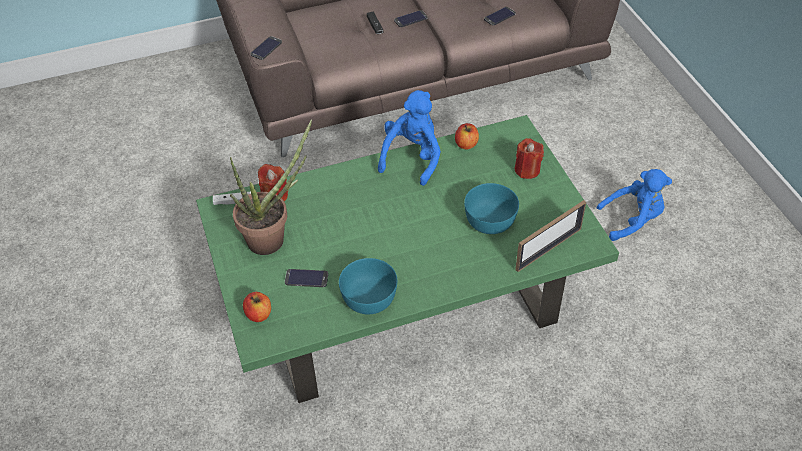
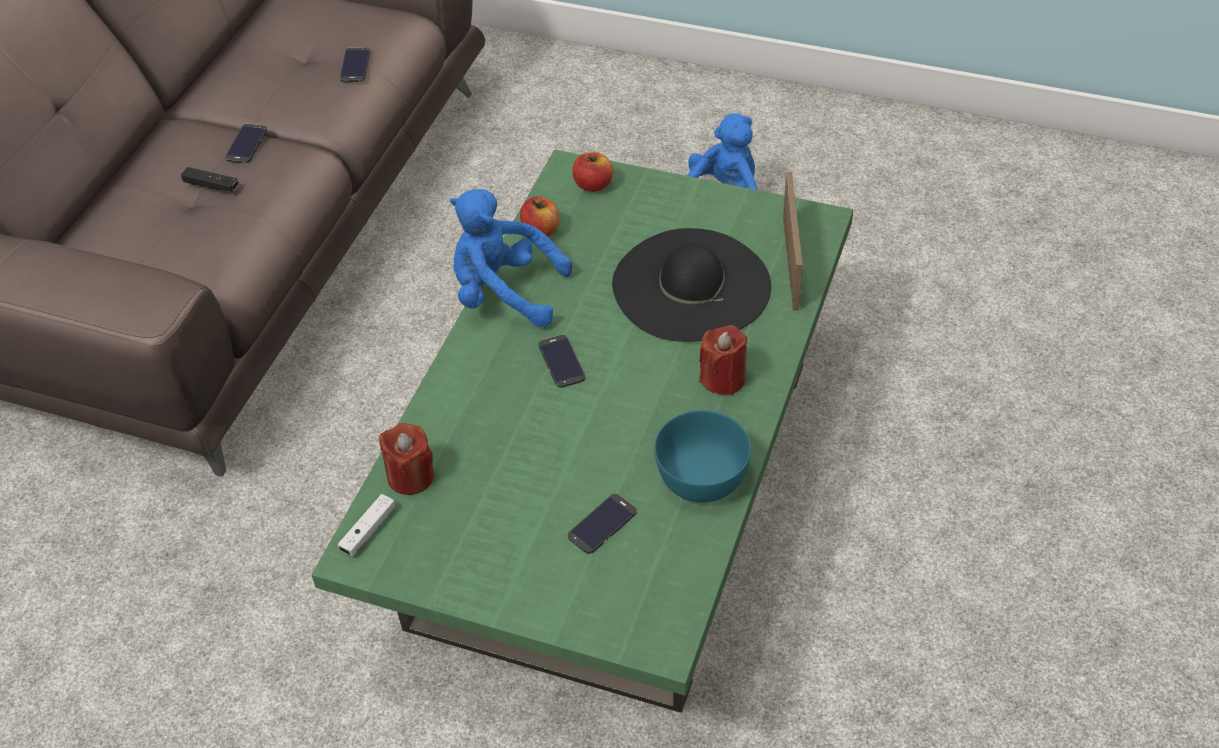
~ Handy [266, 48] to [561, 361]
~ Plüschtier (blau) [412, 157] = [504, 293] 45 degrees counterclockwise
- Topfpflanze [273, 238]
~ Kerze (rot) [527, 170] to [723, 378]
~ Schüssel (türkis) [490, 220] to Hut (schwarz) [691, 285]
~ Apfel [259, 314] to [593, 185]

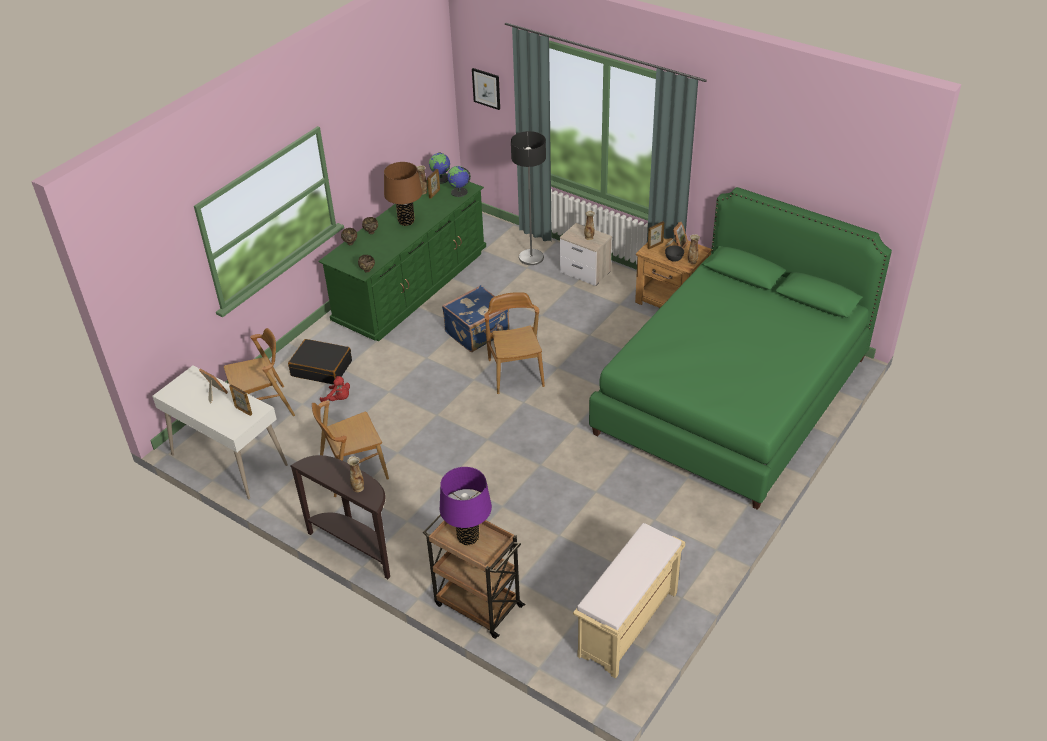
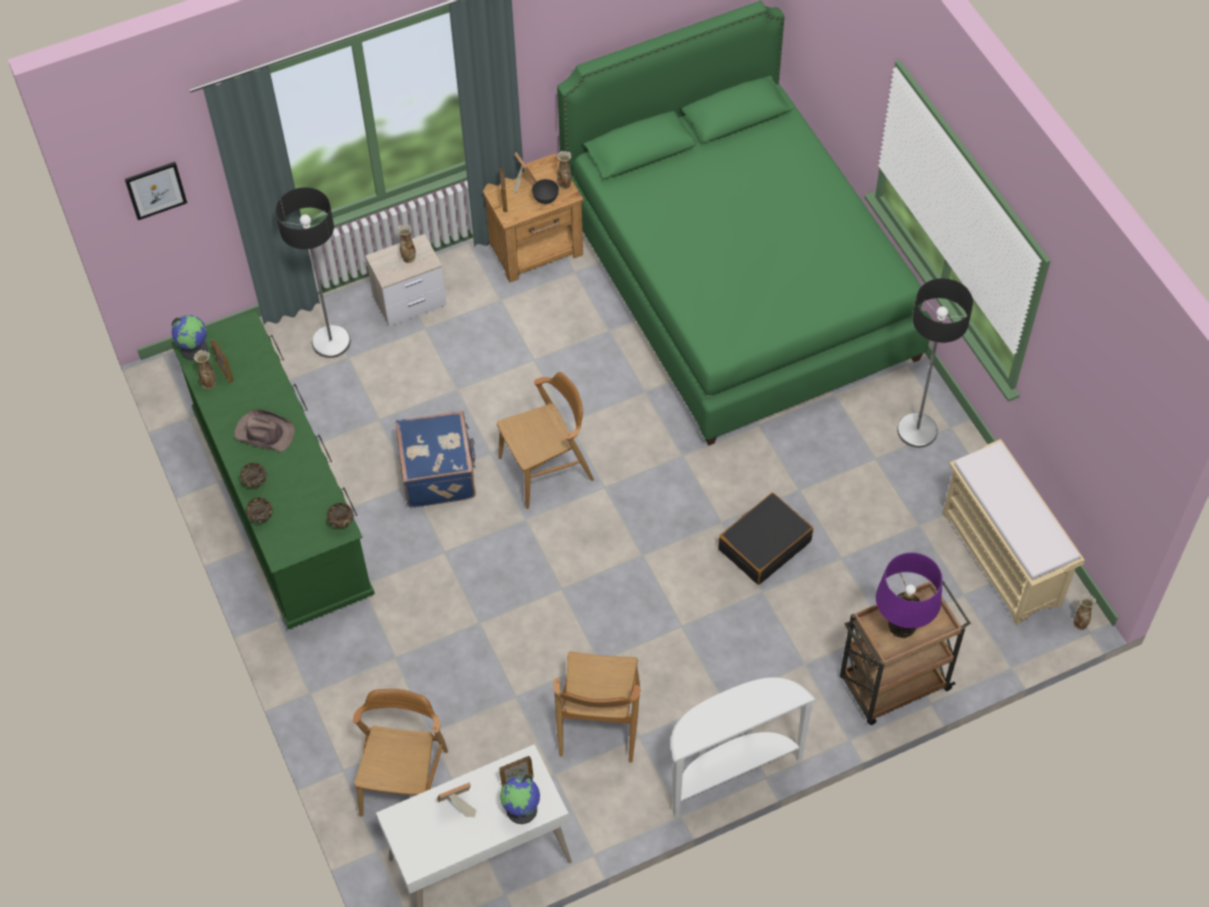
~ Tischlampe (braun) [406, 221] to Hut (braun) [264, 432]
~ Globus [459, 192] to [522, 809]
~ Stuhl (braun) [516, 373] = [546, 469] 135 degrees clockwise
~ Koffer (schwarz) [322, 368] to [764, 545]
- Plüschtier (rot) [338, 399]
~ Konsolentisch (braun) [356, 546] to Konsolentisch (weiß) [730, 771]
~ Vase [358, 487] to [1079, 623]
+ Stehlampe [917, 431]

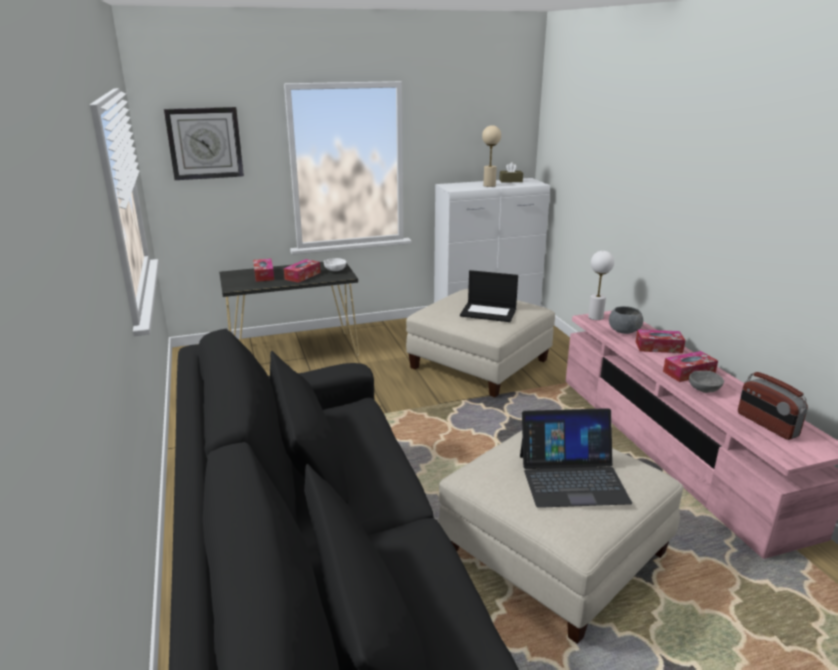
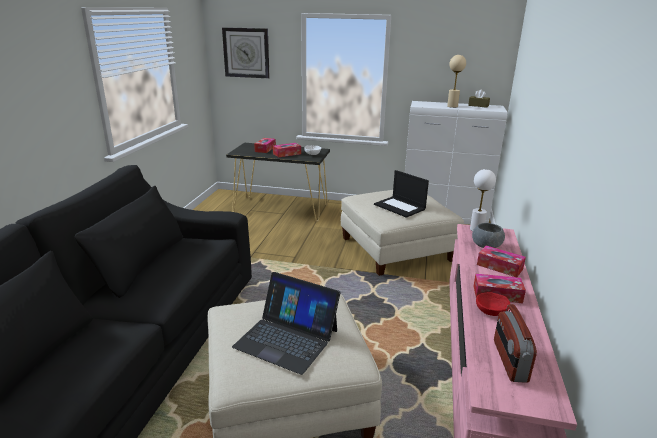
~ Schüssel (grau) [704, 389] to Schüssel (rot) [491, 312]

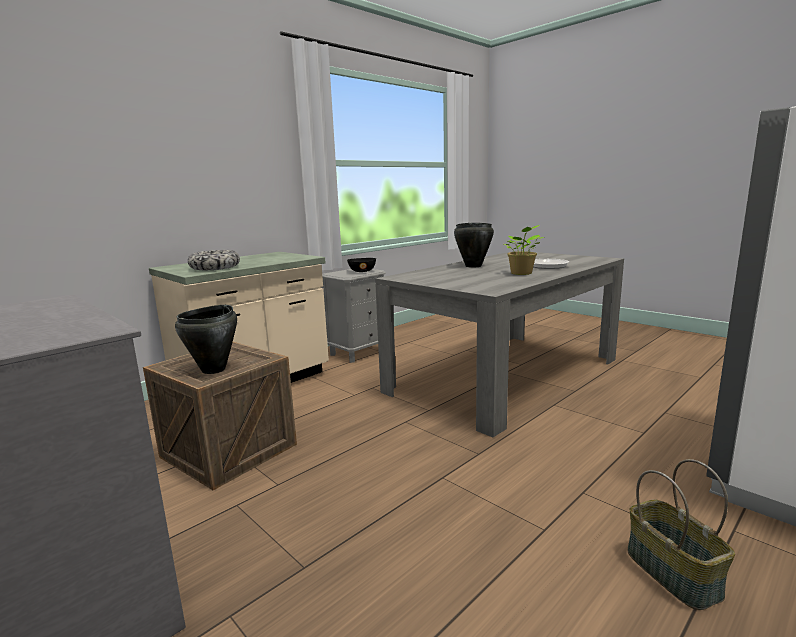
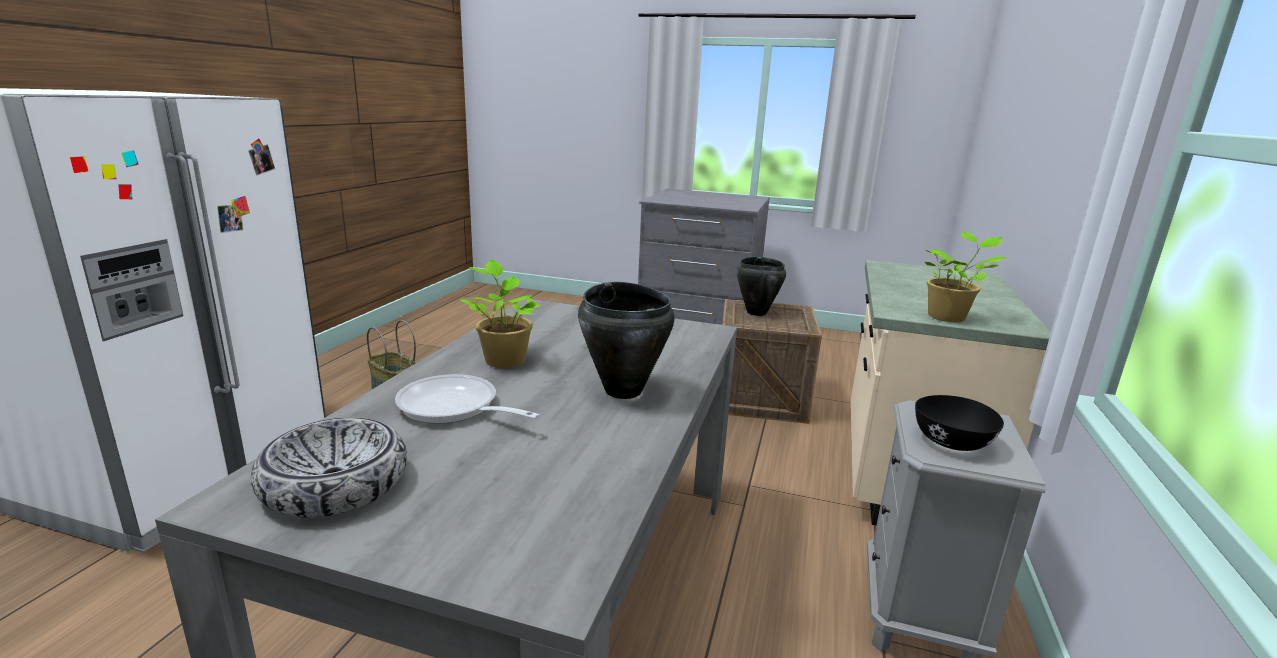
~ Schüssel [215, 267] to [335, 484]
+ Topfpflanze [948, 317]

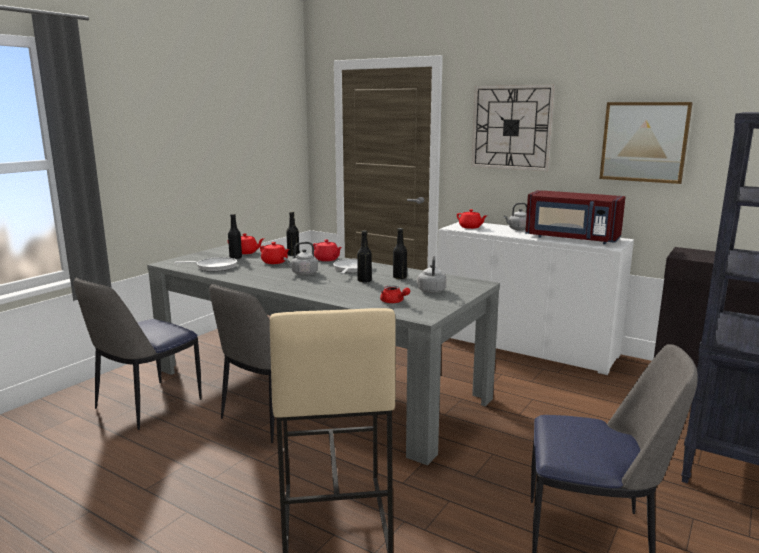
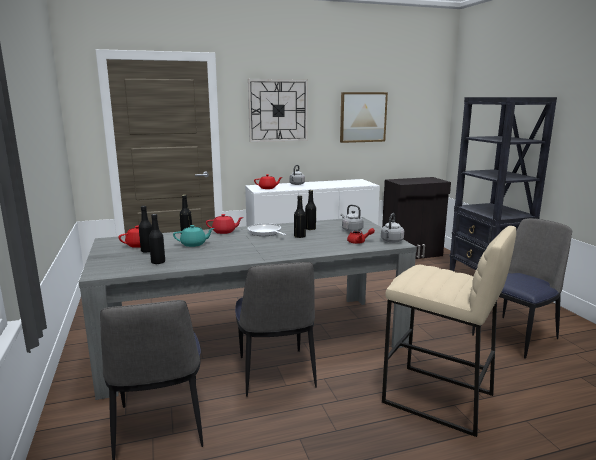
- Mikrowelle (rot) [571, 238]
~ Teekanne (rot) [274, 262] to Teekanne (türkis) [194, 244]
~ Wasserkessel (grau) [303, 273] to [391, 241]
~ Pfanne [214, 267] to Flasche (schwarz) [158, 262]

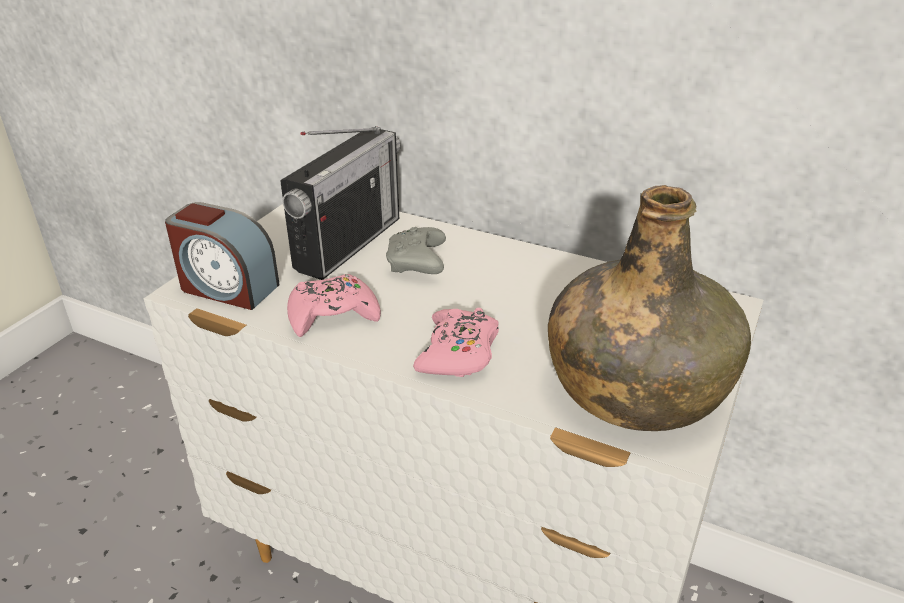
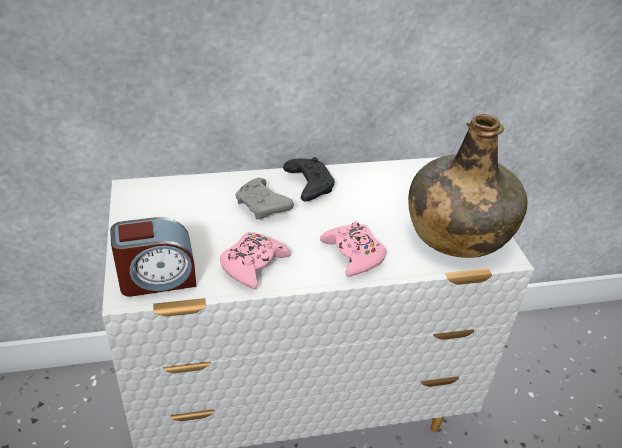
- Radio [348, 243]
+ Gamepad (schwarz) [308, 185]

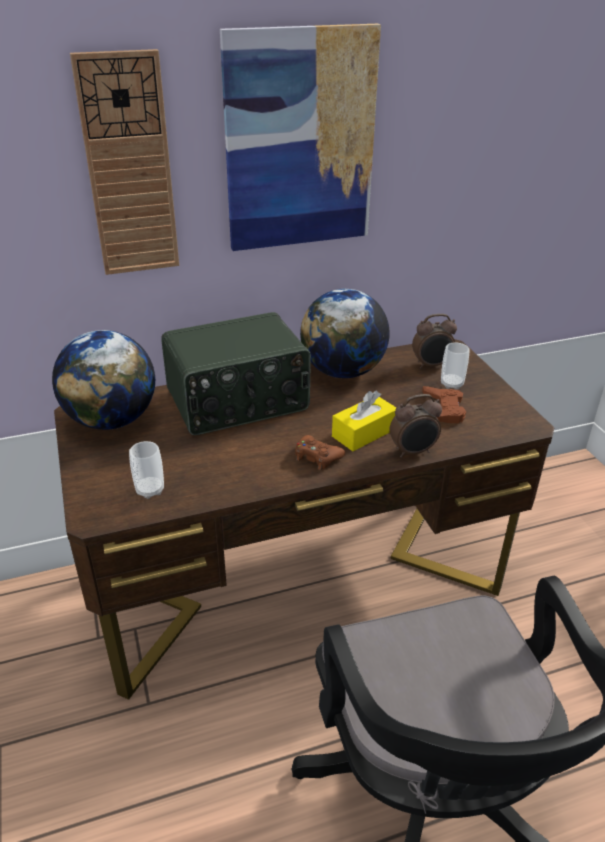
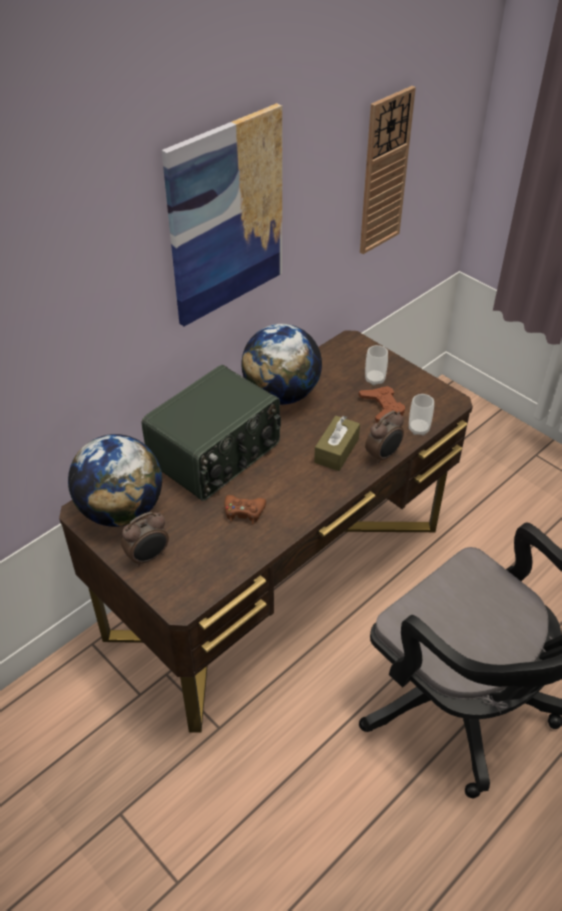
~ Wanduhr [129, 168] to [384, 173]
~ Wecker [431, 365] to [148, 557]
~ Taschentuchbox (gelb) [364, 433] to Taschentuchbox (braun) [336, 450]
~ Gamepad (braun) [317, 457] to [244, 512]
~ Tasse [150, 490] to [418, 429]

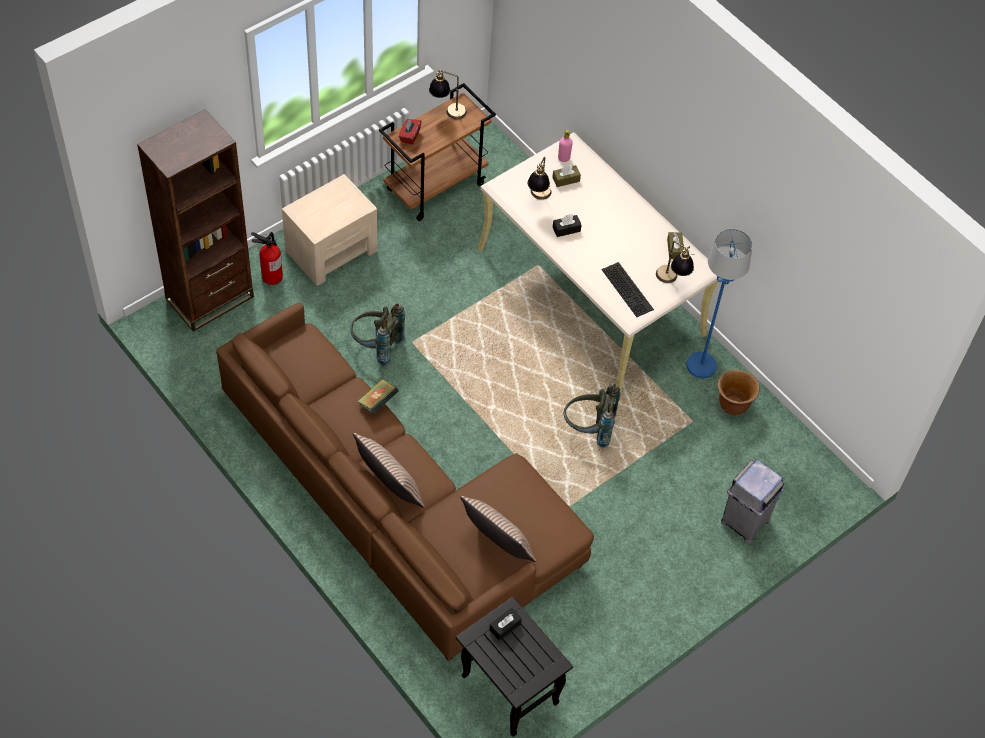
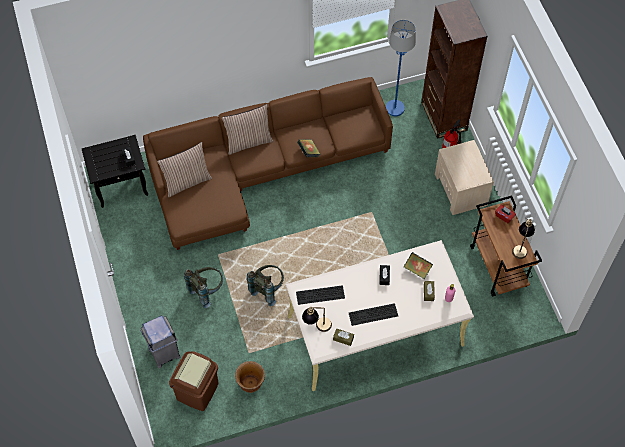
~ Tischlampe [538, 198] to Buch [417, 269]
~ Stehlampe (blau) [701, 365] to [395, 108]
~ Rucksack (grau) [376, 346] to [207, 290]
+ Tastatur [373, 315]
+ Mülleimer (braun) [198, 391]

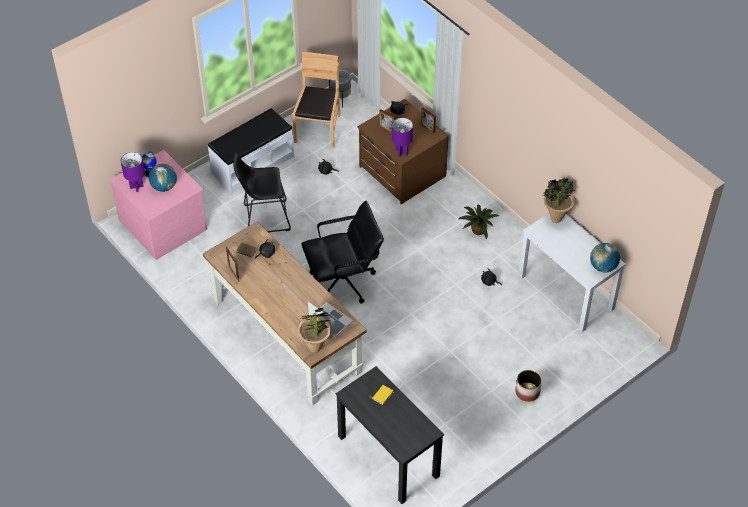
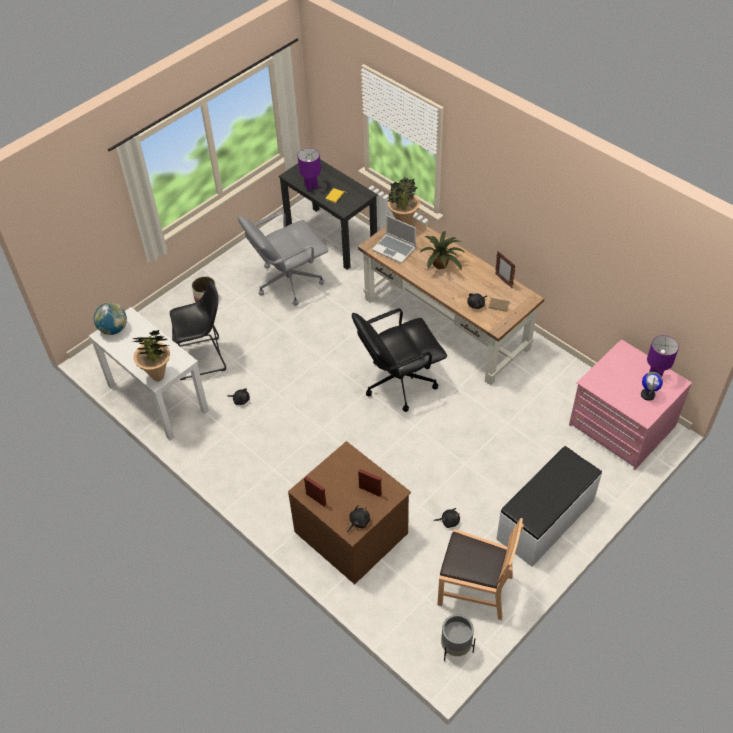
~ Stuhl (braun) [318, 129] = [475, 589] 75 degrees counterclockwise
~ Tischlampe (lila) [401, 152] to [311, 187]
~ Hocker (schwarz) [263, 217] to [203, 358]
- Globus [164, 187]
~ Topfpflanze [477, 230] to [441, 264]
+ Bürostuhl (grau) [288, 281]

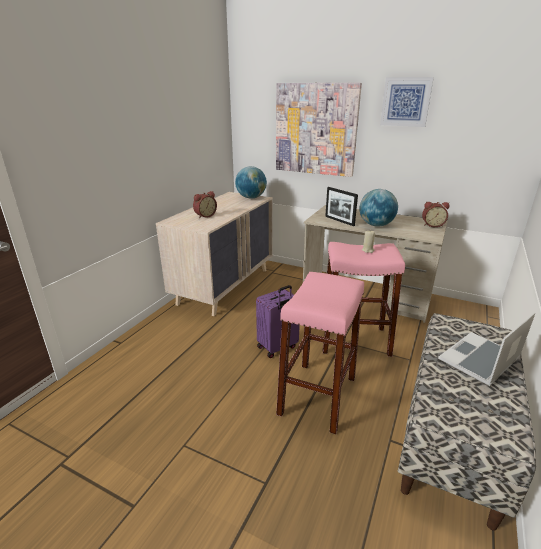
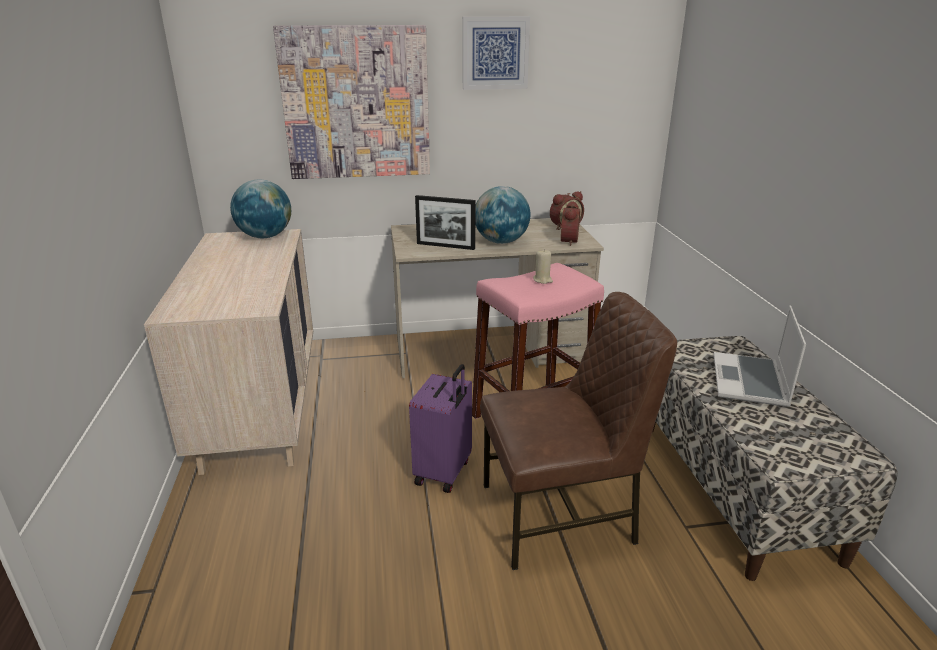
~ Wecker [205, 216] to [566, 241]
~ Hocker (rosa) [317, 395] to Stuhl (braun) [560, 515]

